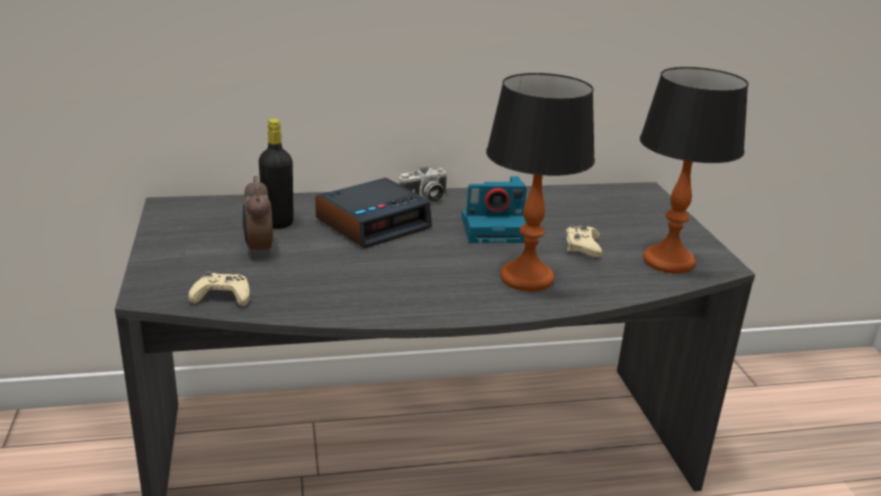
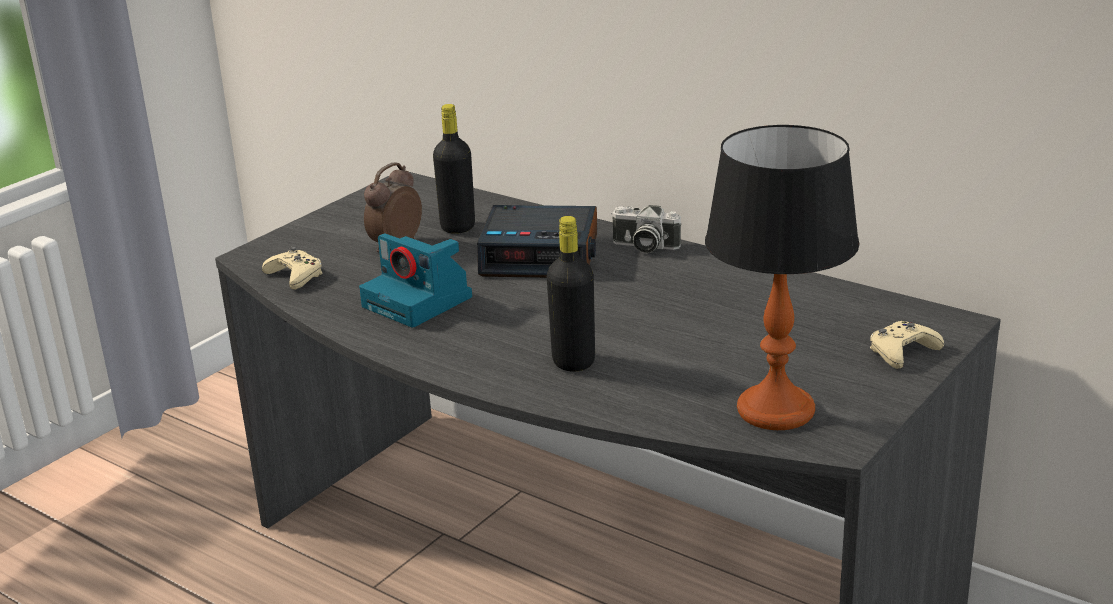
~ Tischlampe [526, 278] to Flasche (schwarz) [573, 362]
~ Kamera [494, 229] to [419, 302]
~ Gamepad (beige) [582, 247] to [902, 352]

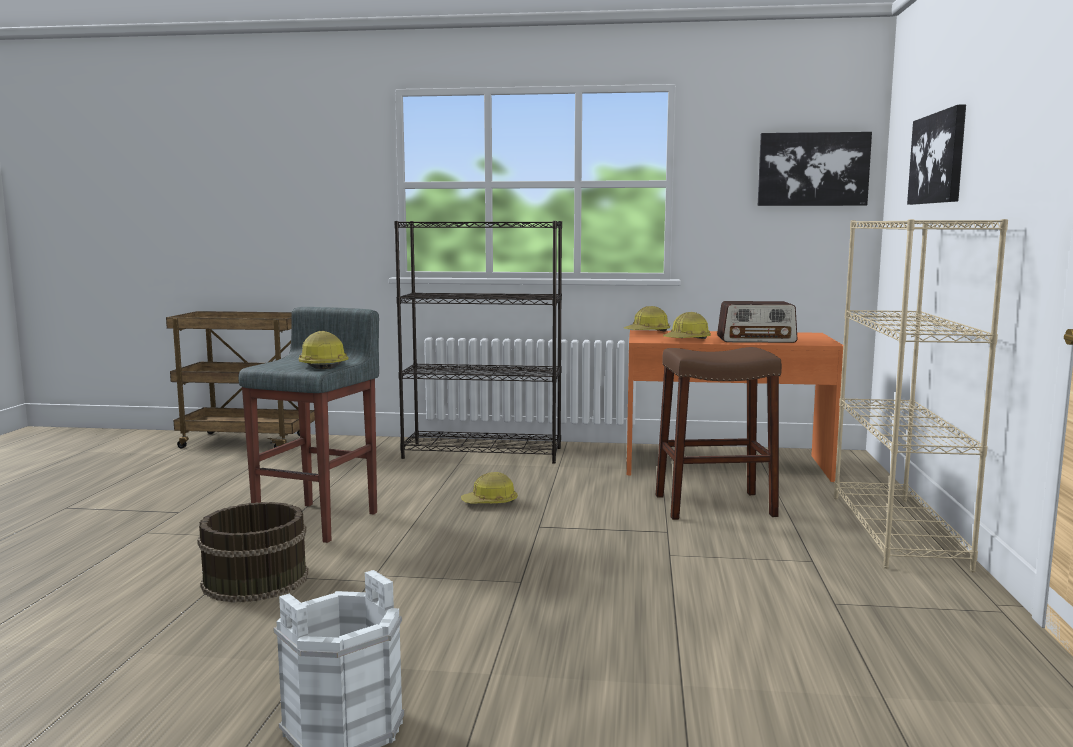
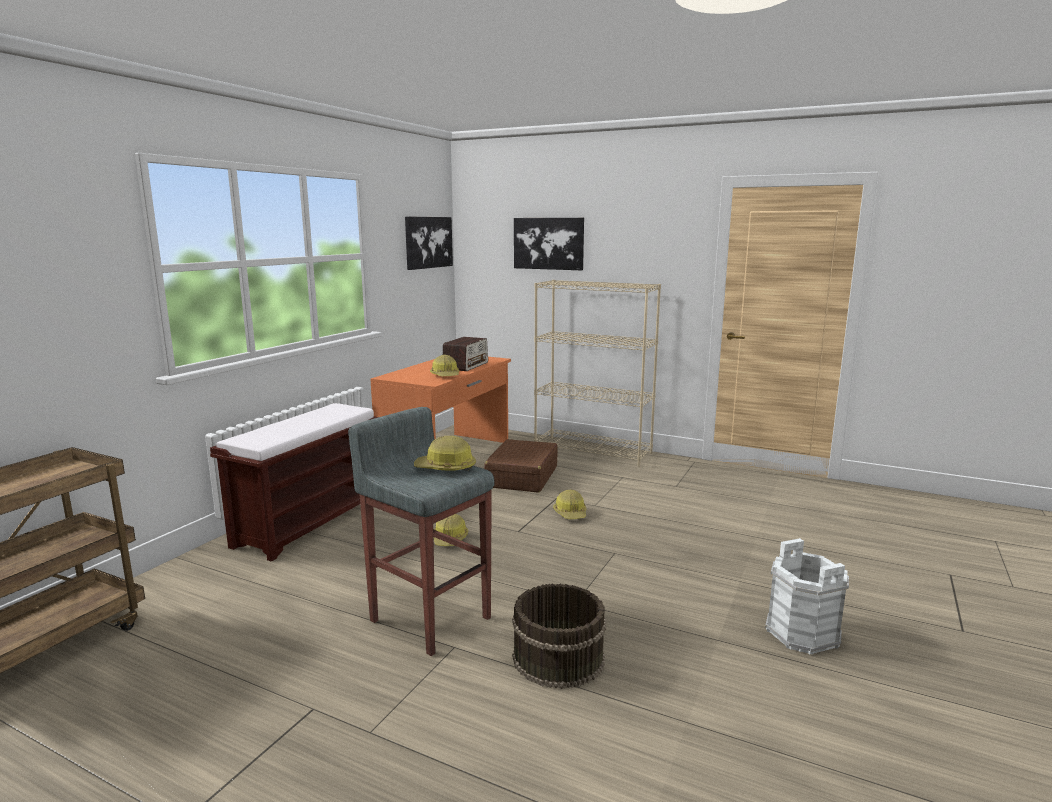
~ Bücherregal (schwarz) [483, 453] to Bank (braun) [309, 522]
~ Schutzhelm [648, 332] to [571, 513]
~ Hocker (braun) [714, 505] to Koffer (braun) [521, 477]

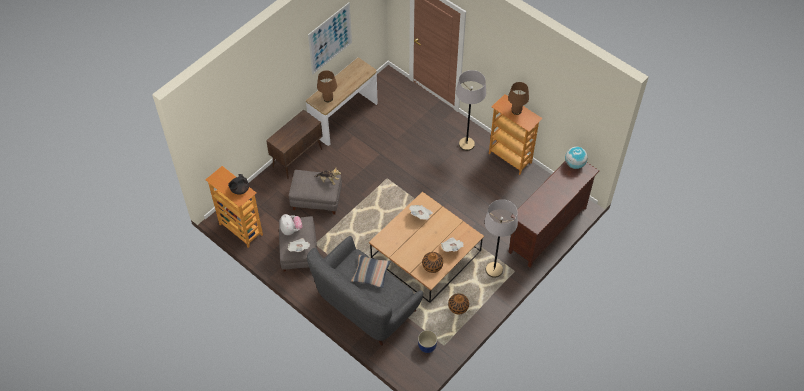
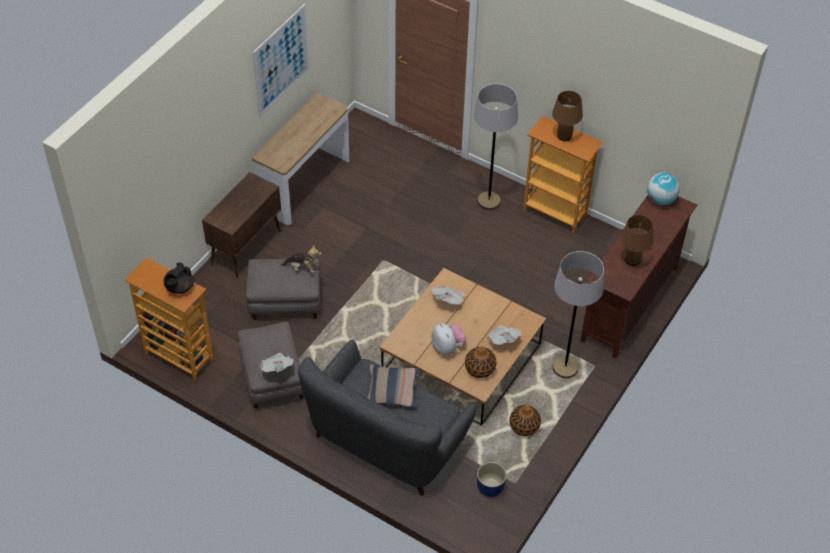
~ Tischlampe (braun) [328, 98] to [632, 259]
~ Plüschtier [291, 230] to [447, 347]

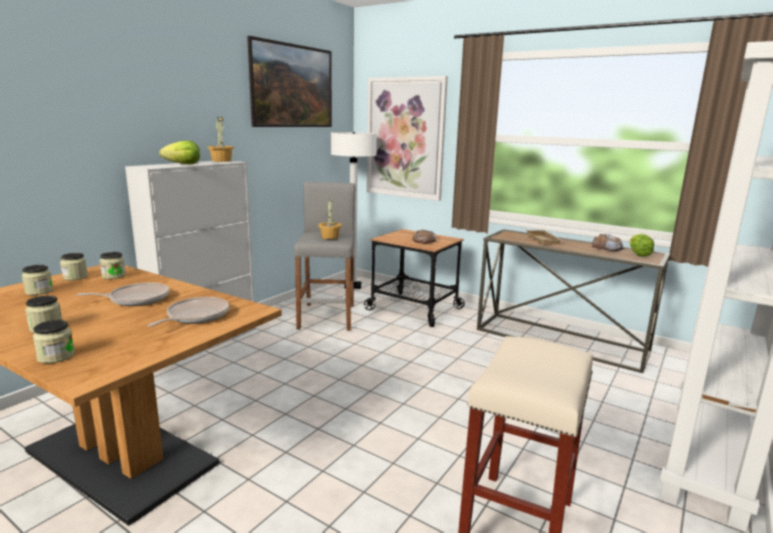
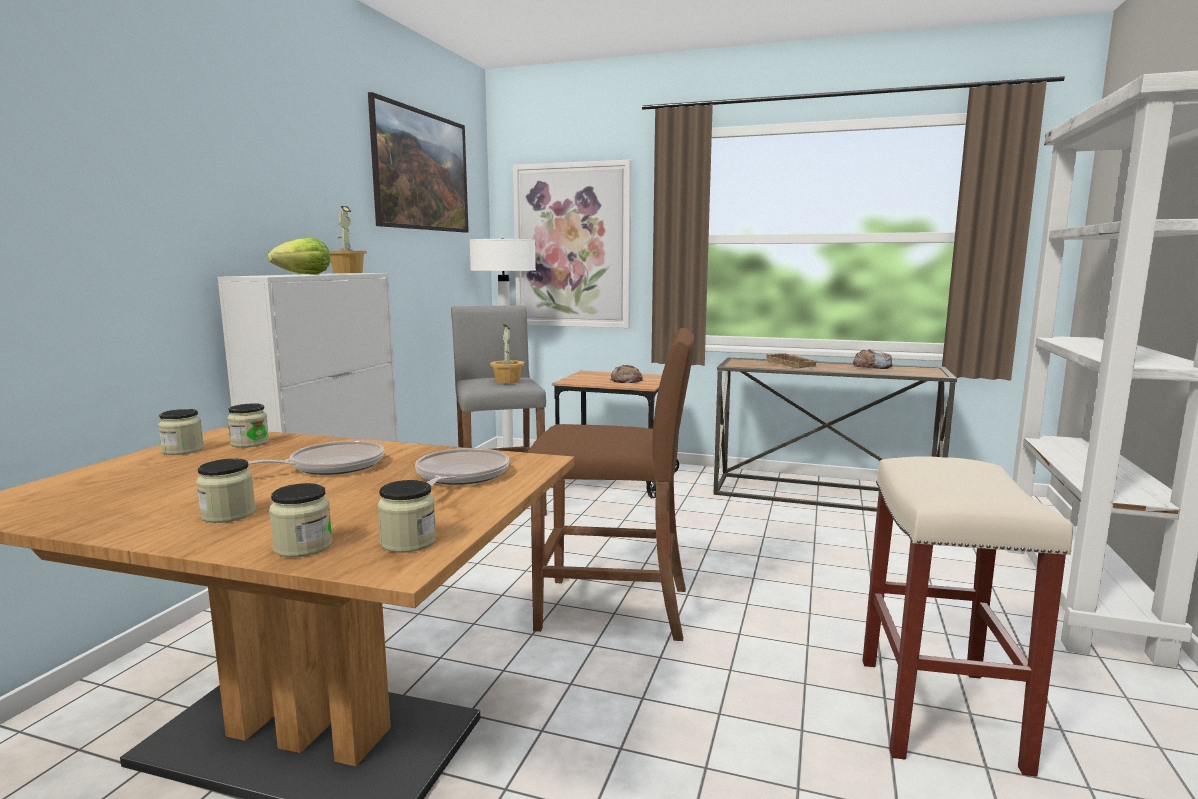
- Salatkopf [638, 254]
~ Vorratsglas [39, 291] to [408, 542]
+ Hocker (braun) [614, 609]

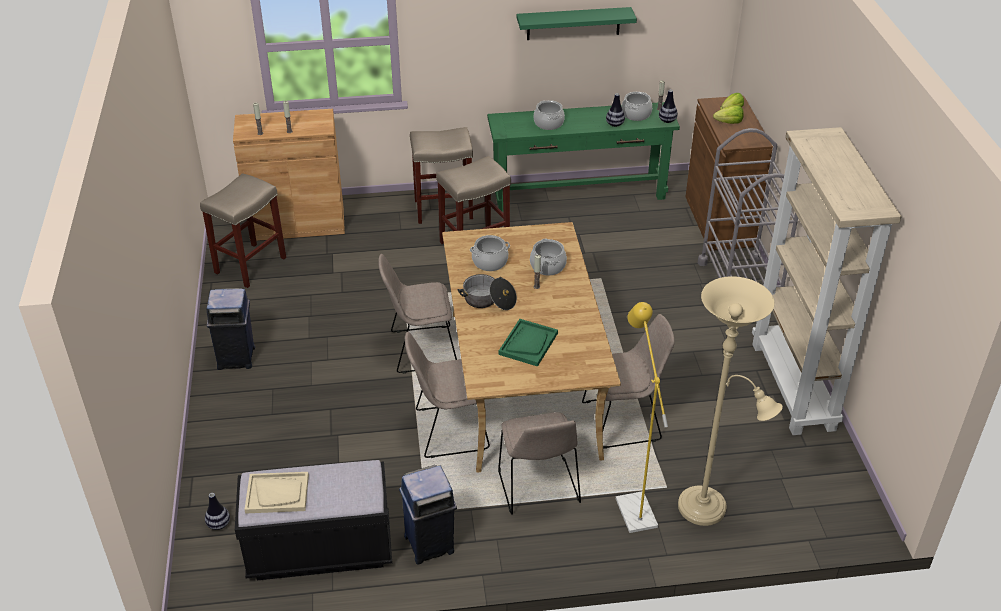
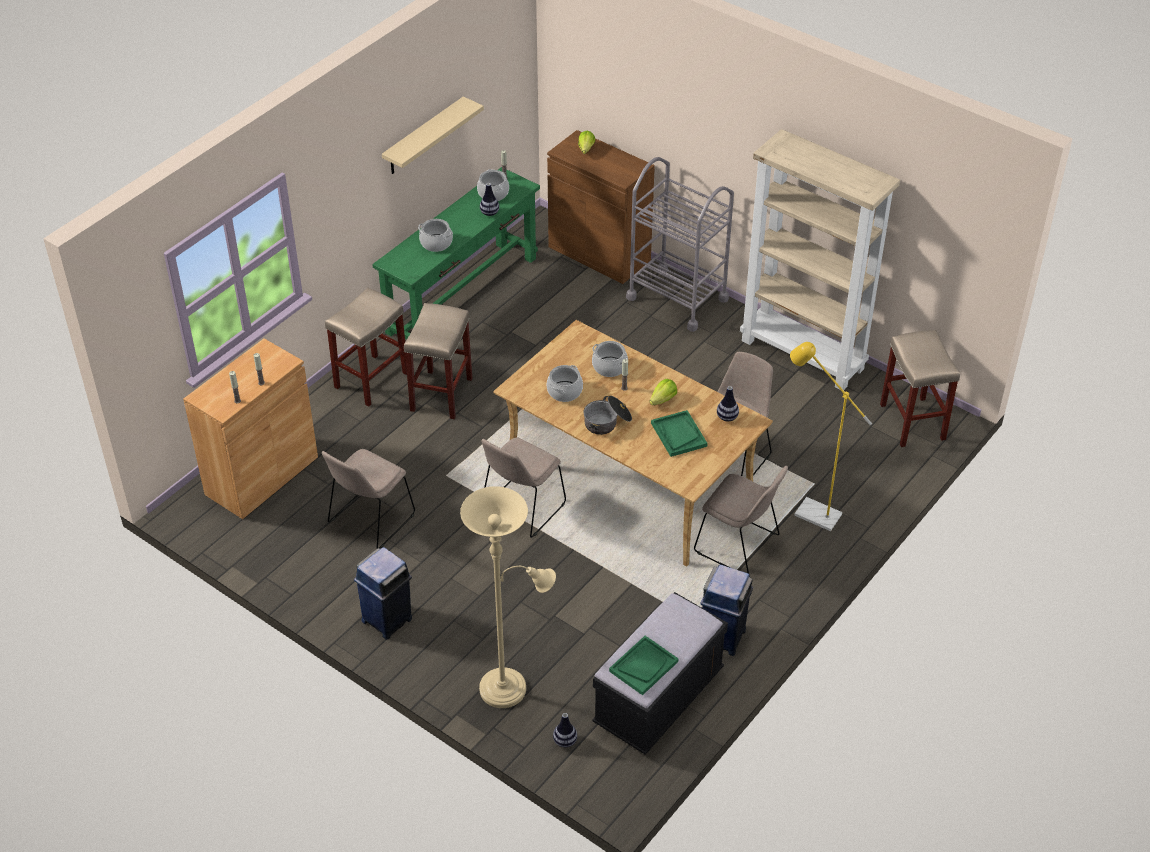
~ Wandregal (grün) [573, 23] to Wandregal (beige) [424, 137]
~ Vase [667, 121] to [727, 417]
~ Salatkopf [729, 123] to [663, 400]
~ Hocker (beige) [250, 266] to [913, 422]
~ Stehlampe (beige) [708, 509] to [509, 687]
~ Stuhl (beige) [448, 430] to [370, 520]
~ Tablett (beige) [277, 494] to Tablett (grün) [643, 666]

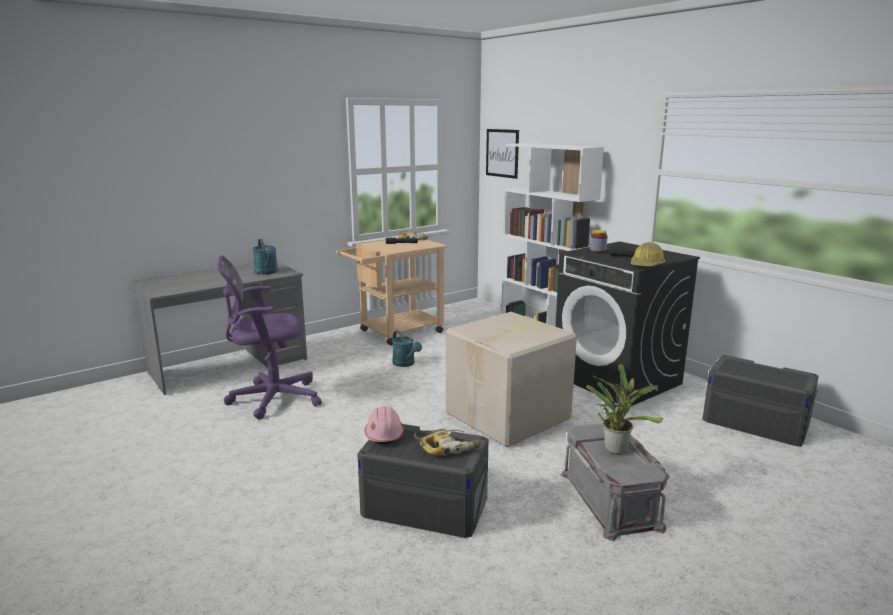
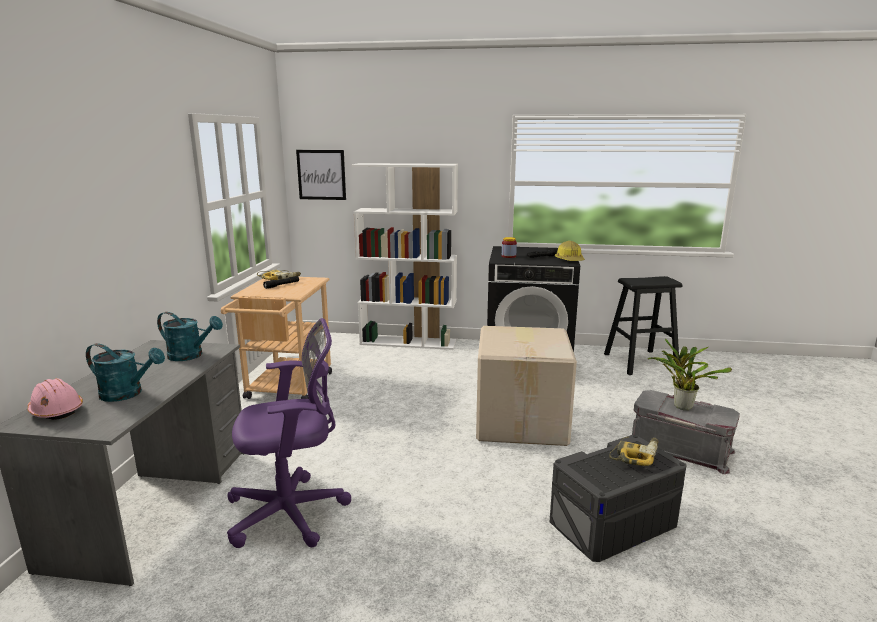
~ Bürostuhl (lila) [270, 399] = [292, 512] 135 degrees counterclockwise
~ Gießkanne (türkis) [406, 364] to [128, 394]
~ Aufbewahrungsbox (grau) [754, 422] to Hocker (schwarz) [640, 362]
~ Schutzhelm (rosa) [384, 434] to [56, 410]

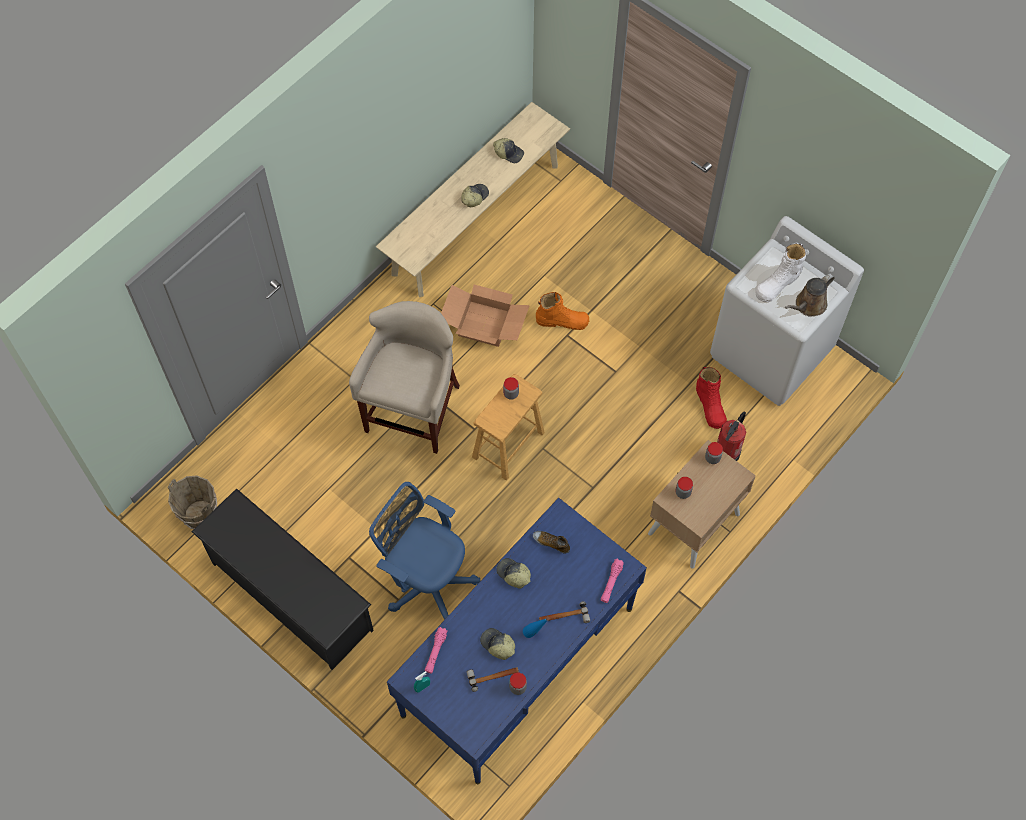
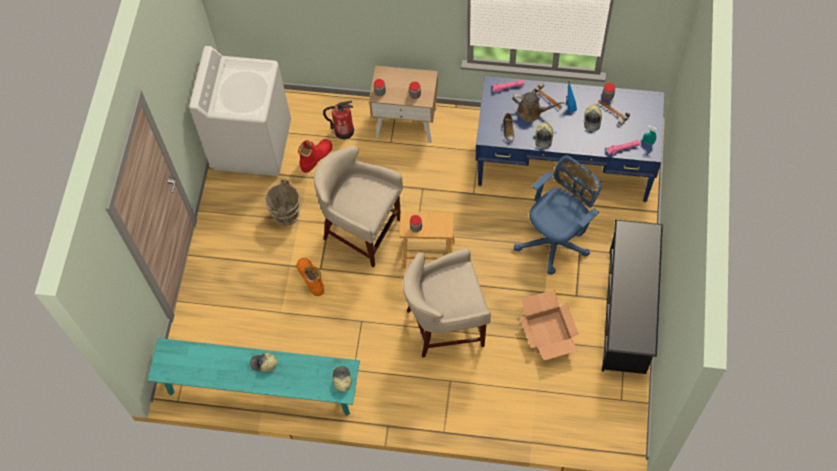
~ Bank (beige) [476, 219] to Bank (türkis) [261, 388]
~ Kappe [509, 153] to [341, 380]
- Stiefel (weiß) [778, 283]
~ Gießkanne (braun) [808, 305] to [532, 112]
~ Karton [485, 323] to [547, 331]
~ Eimer (braun) [201, 515] to [286, 215]
~ Bürostuhl (blau) [427, 582] = [556, 240] 135 degrees counterclockwise
+ Hocker (beige) [362, 231]

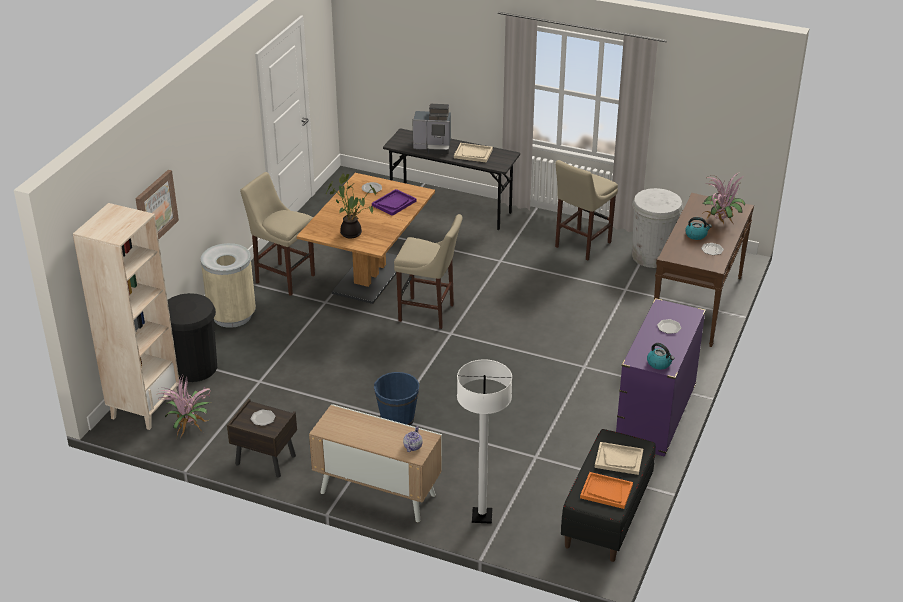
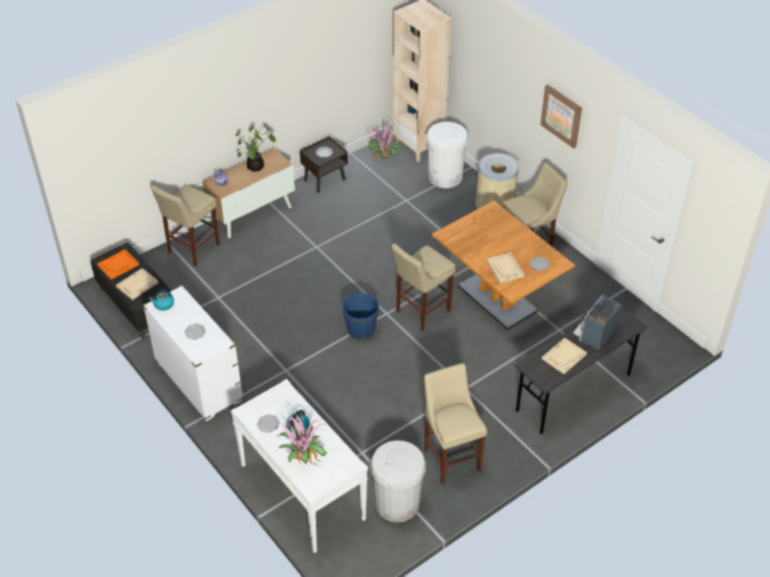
~ Bild [155, 209] to [562, 115]
~ Topfpflanze [352, 232] to [256, 167]
~ Tablett (lila) [394, 203] to Tablett (beige) [505, 268]
~ Konsolentisch (braun) [697, 305] to Konsolentisch (weiß) [301, 491]
~ Mülleimer (schwarz) [194, 367] to Mülleimer (weiß) [445, 177]
~ Kommode (lila) [655, 416] to Kommode (weiß) [198, 381]
~ Stehlampe (weiß) [482, 516] to Hocker (beige) [192, 250]
~ Eimer (blau) [397, 419] to [361, 329]

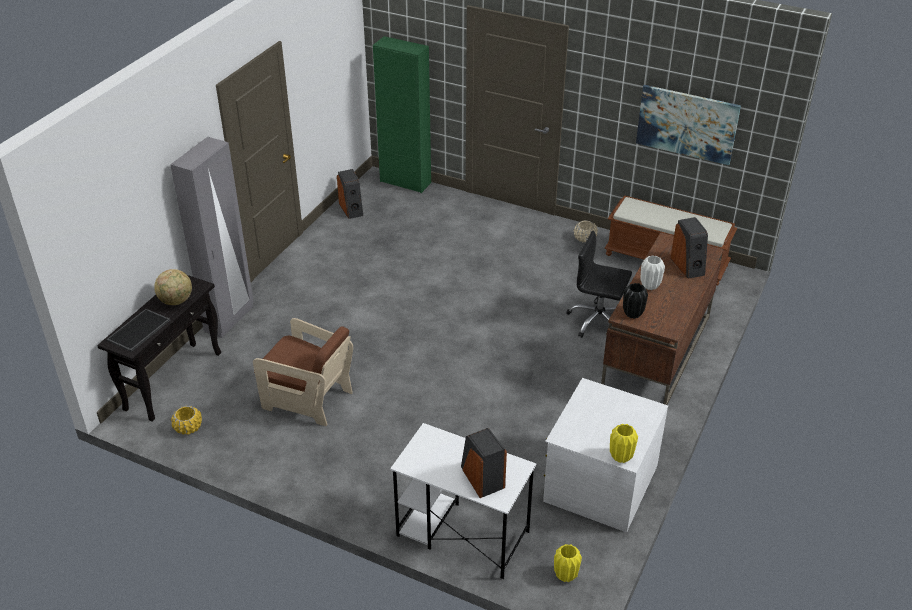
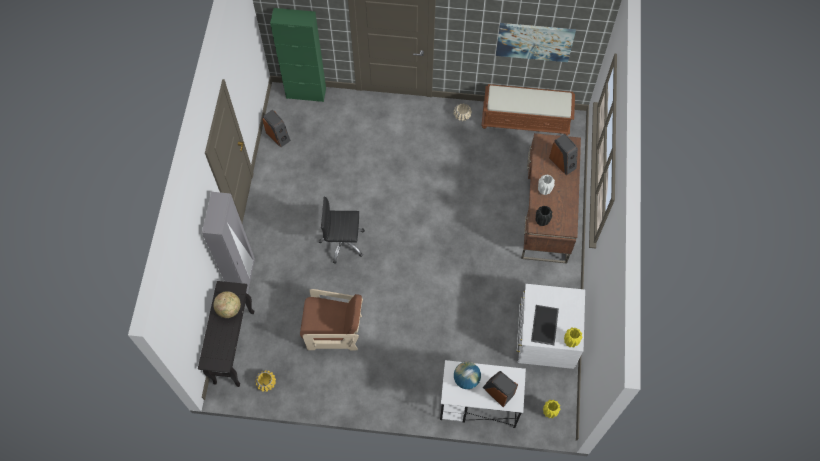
~ Bürostuhl (schwarz) [598, 321] to [343, 242]
~ Tablett [139, 331] to [545, 325]
+ Globus [466, 379]

